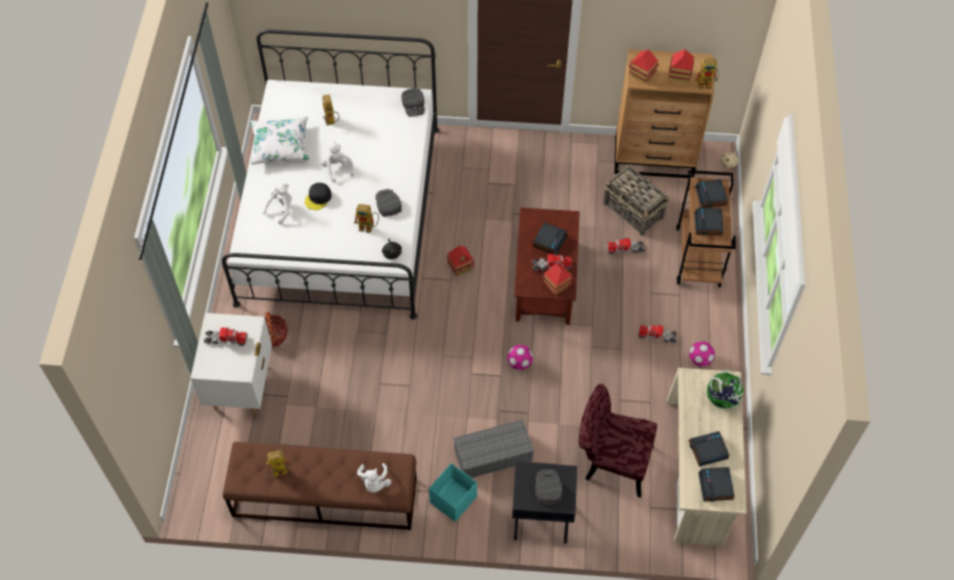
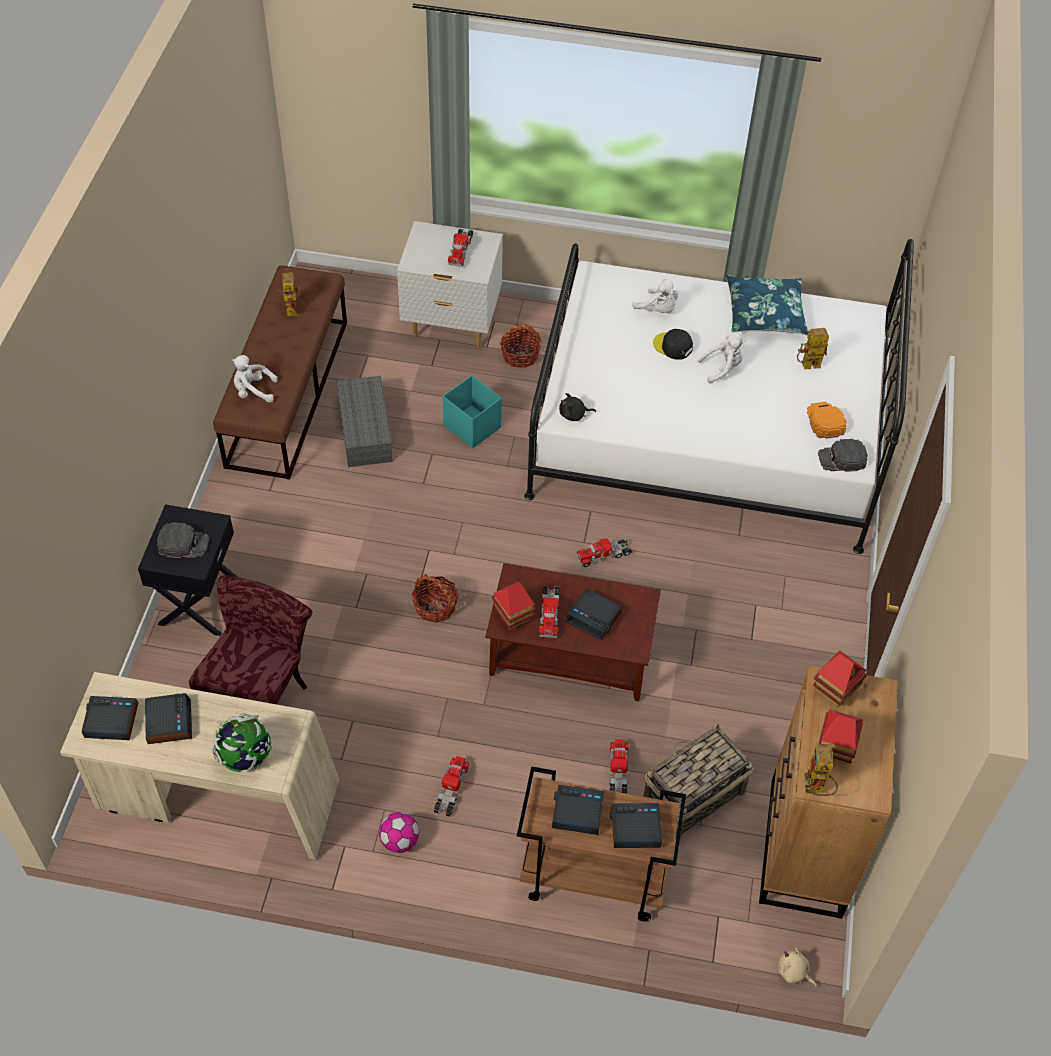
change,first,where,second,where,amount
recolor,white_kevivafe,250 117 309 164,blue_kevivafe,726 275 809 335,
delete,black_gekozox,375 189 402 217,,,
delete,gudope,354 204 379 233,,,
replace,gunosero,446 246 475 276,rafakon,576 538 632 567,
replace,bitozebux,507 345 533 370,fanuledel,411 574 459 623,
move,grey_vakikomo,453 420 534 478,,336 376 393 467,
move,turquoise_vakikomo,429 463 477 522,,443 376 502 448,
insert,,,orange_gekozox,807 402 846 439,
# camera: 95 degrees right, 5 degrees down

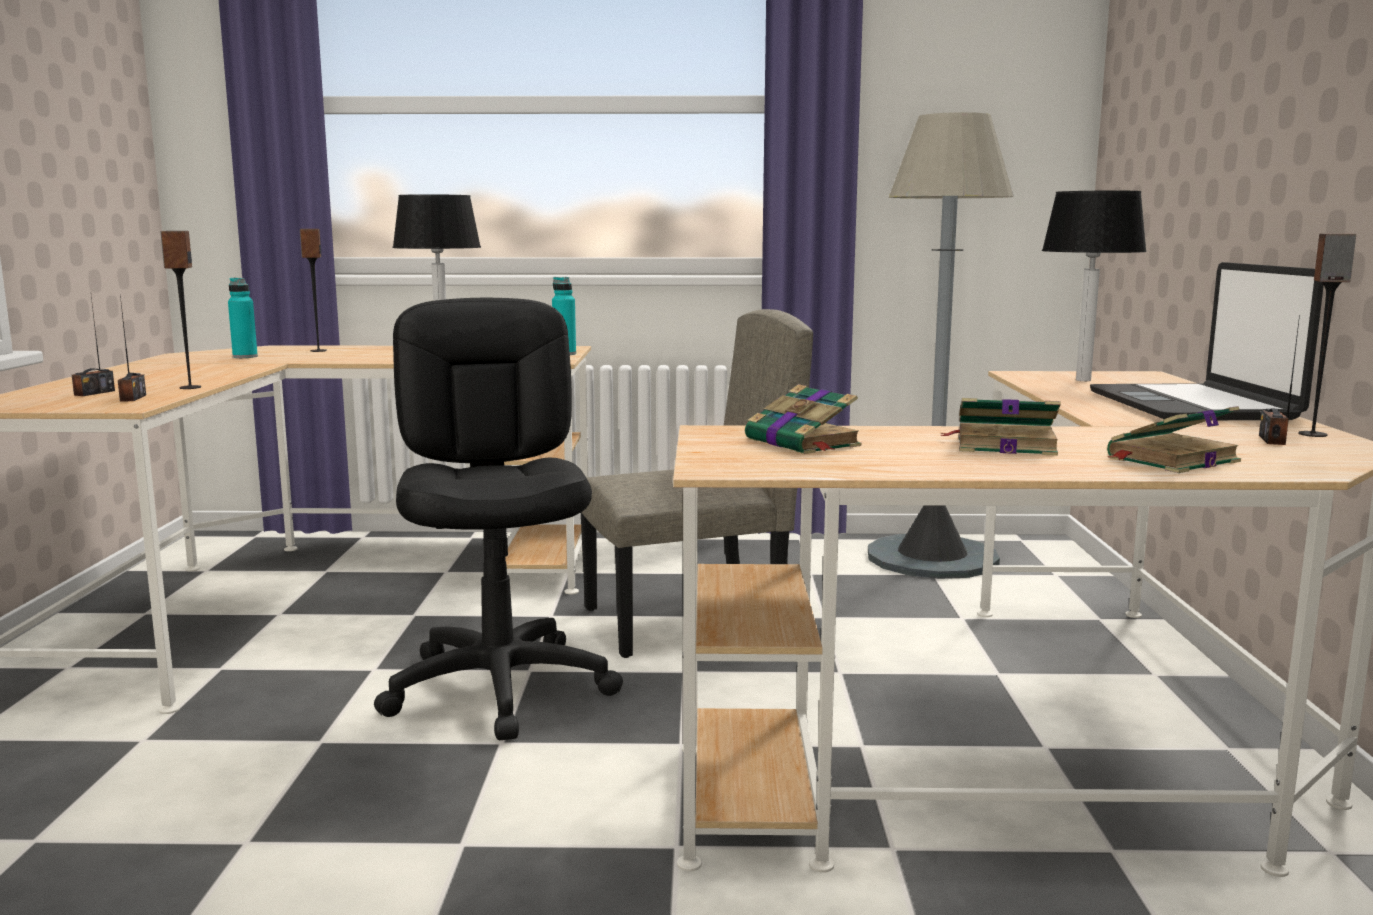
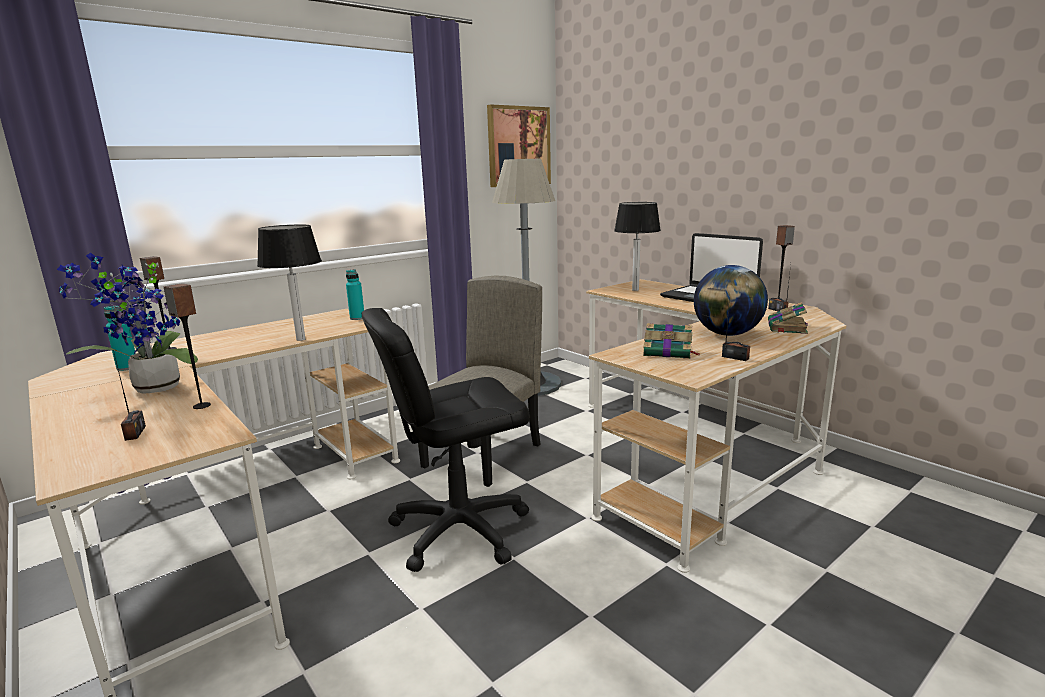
change,first,where,second,where,amount
move,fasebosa,118 295 146 402,,722 295 750 361,
rotate,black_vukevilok,374 298 623 740,,362 308 530 572,60 degrees counterclockwise
replace,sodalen,940 398 1061 456,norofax,694 265 768 336,
insert,,,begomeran,487 104 551 187,
insert,,,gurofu,57 253 198 394,
# camera: 40 degrees left, 5 degrees up

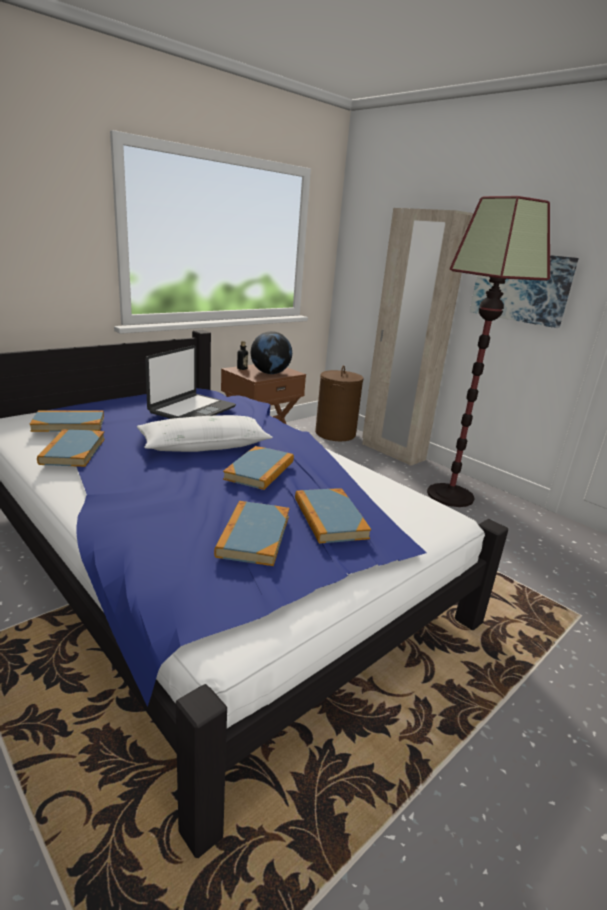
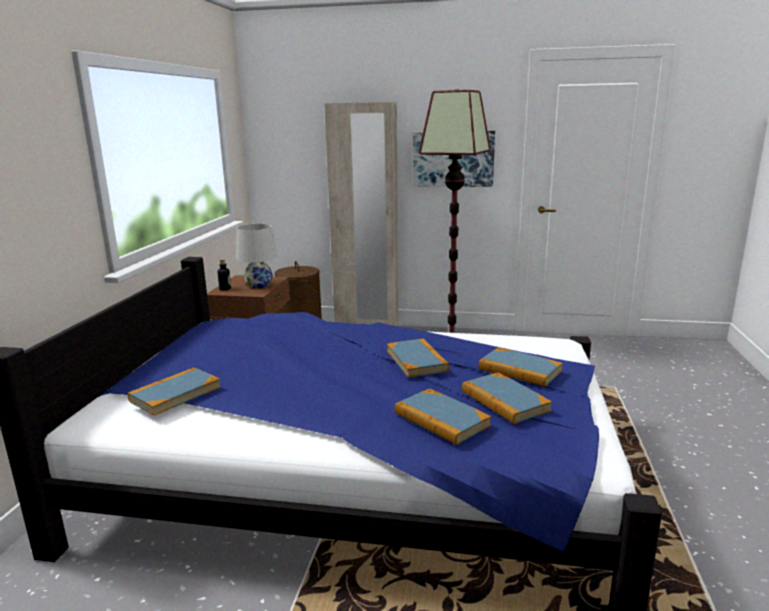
change,first,where,second,where,amount
replace,norofax,251 331 292 374,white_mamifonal,236 224 277 288,
delete,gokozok,145 345 236 419,,,
delete,white_kevivafe,137 415 273 452,,,
move,sodalen,37 429 105 467,,395 389 491 445,
# camera: 35 degrees left, 5 degrees down

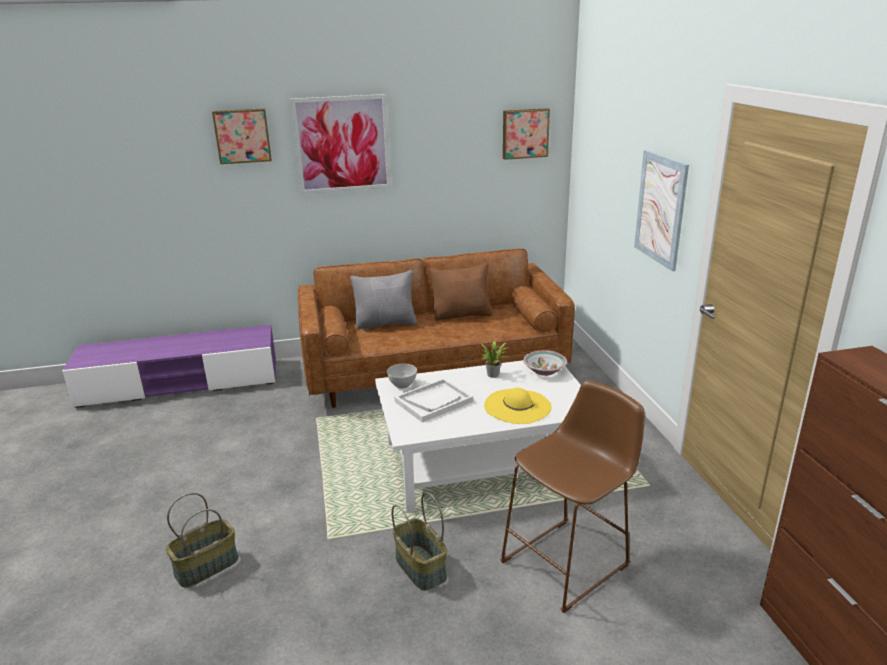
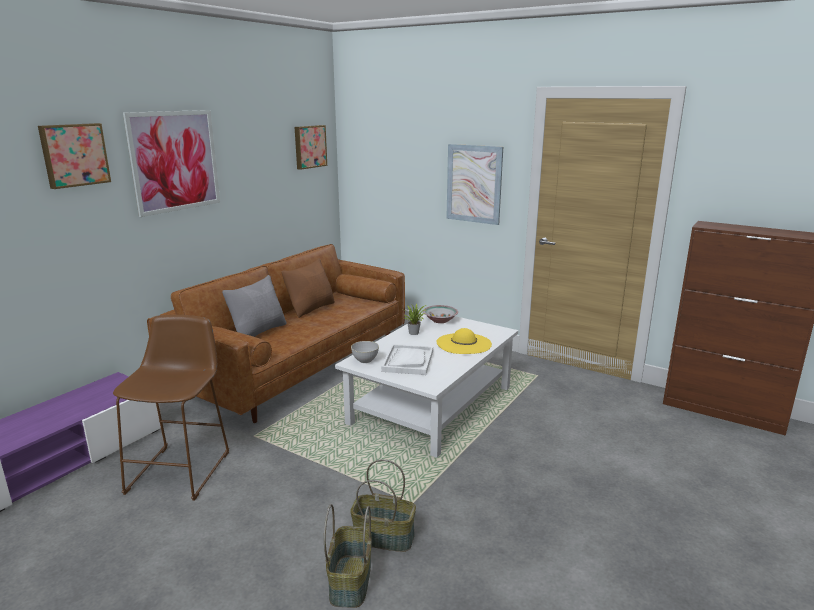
change,first,where,second,where,amount
move,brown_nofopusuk,500 380 645 613,,113 315 229 501,
move,fanuledel,392 492 447 591,,350 459 416 552,
# camera: 45 degrees left, 5 degrees down

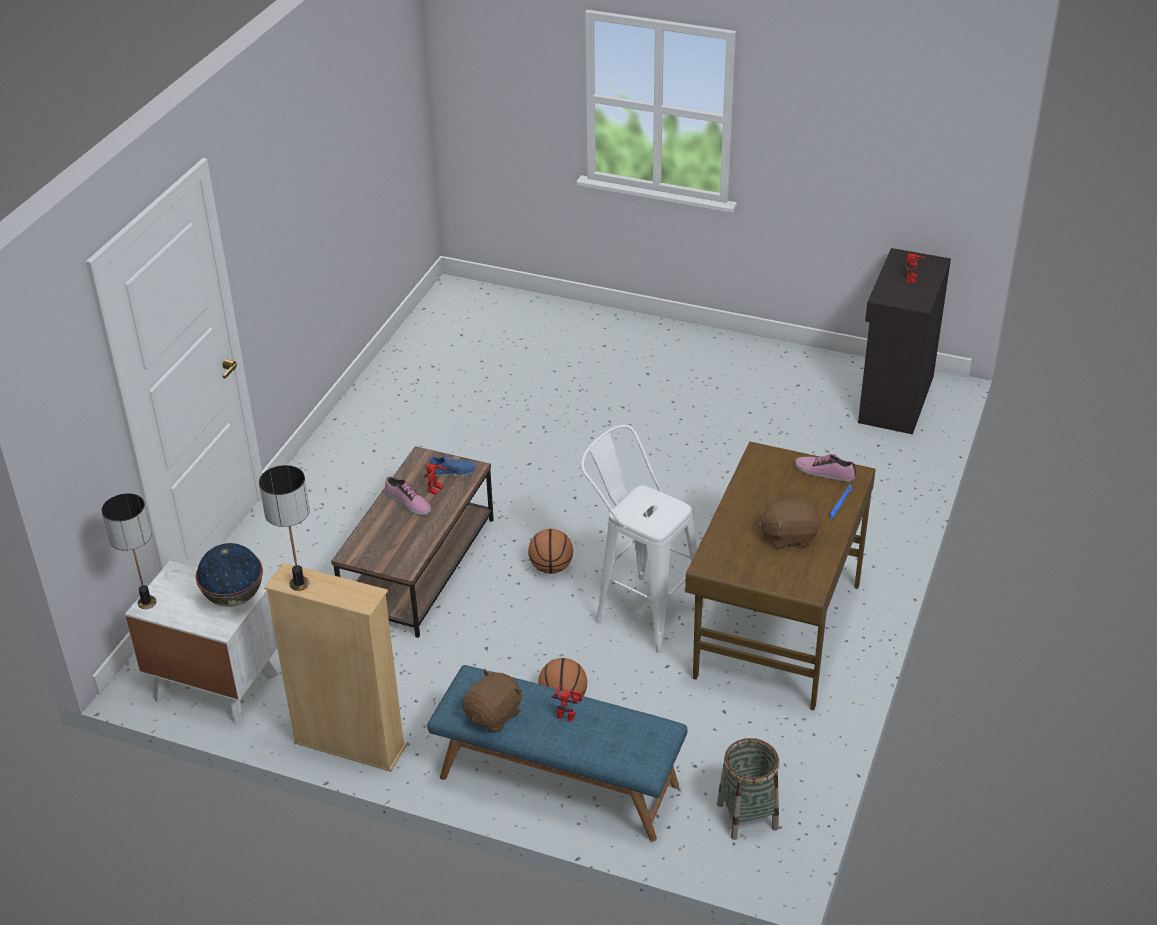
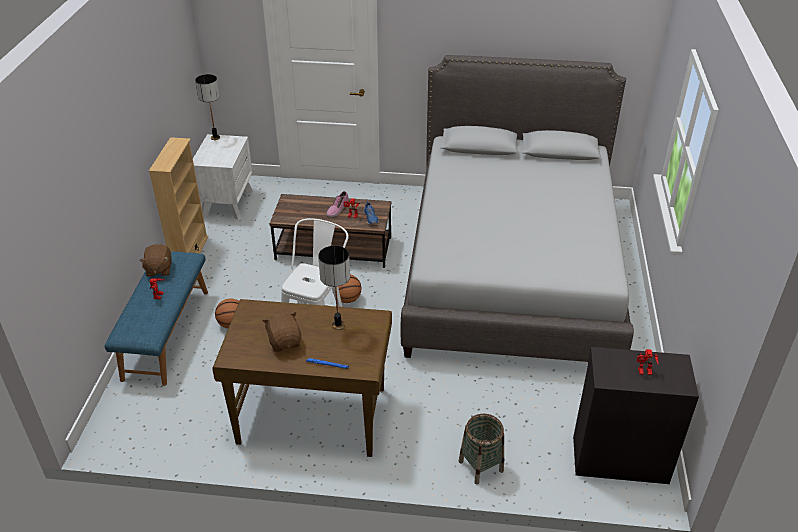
change,first,where,second,where,amount
delete,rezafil,795 454 856 482,,,
move,mamifonal,259 465 310 591,,318 246 350 330,
delete,norofax,195 543 263 607,,,
rotate,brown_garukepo,462 669 523 732,,139 244 172 277,60 degrees clockwise
move,fanuledel,717 738 779 840,,459 414 504 485,
insert,,,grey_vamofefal,401 55 634 362,
# camera: 75 degrees right, 0 degrees up

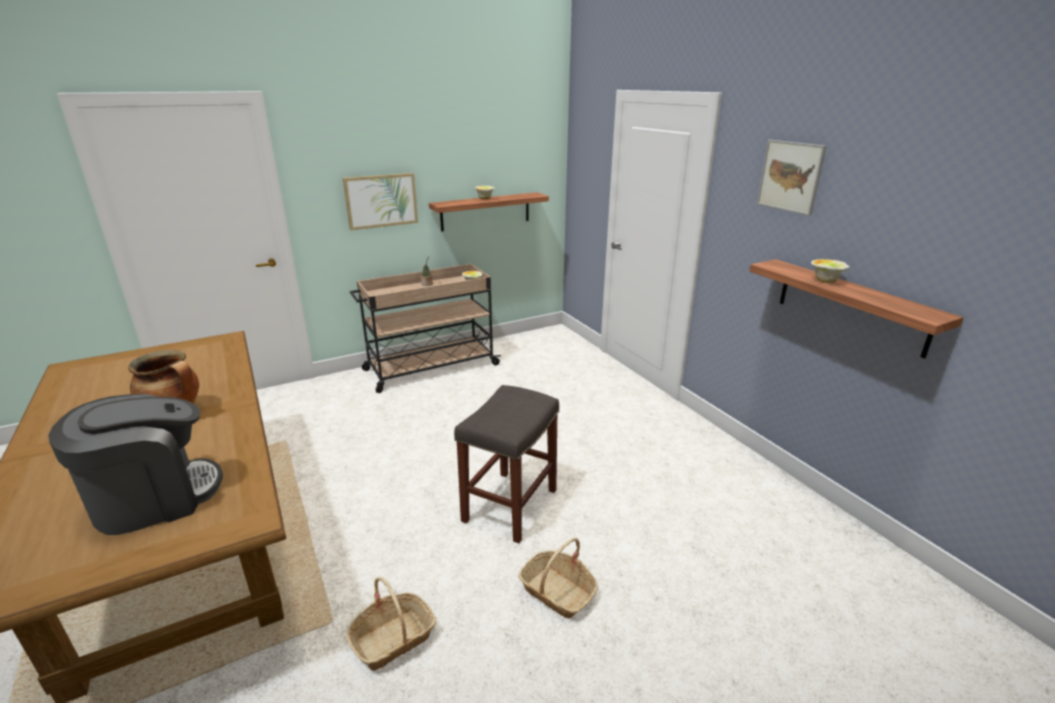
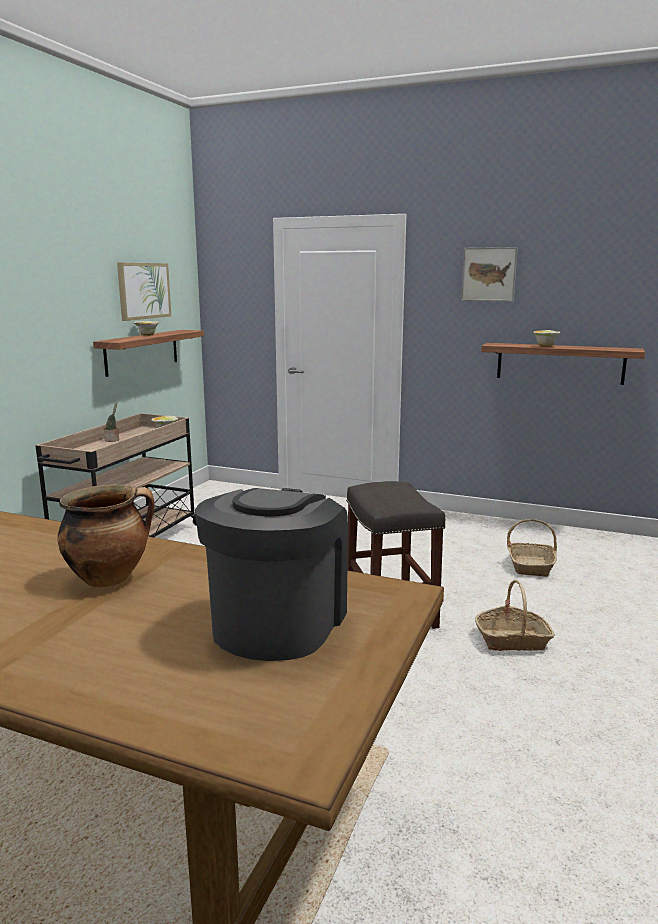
change,first,where,second,where,amount
move,begomeran,343 173 418 230,,117 262 171 321,
move,fanuledel,346 577 436 671,,507 519 557 577,
# camera: 40 degrees left, 10 degrees down

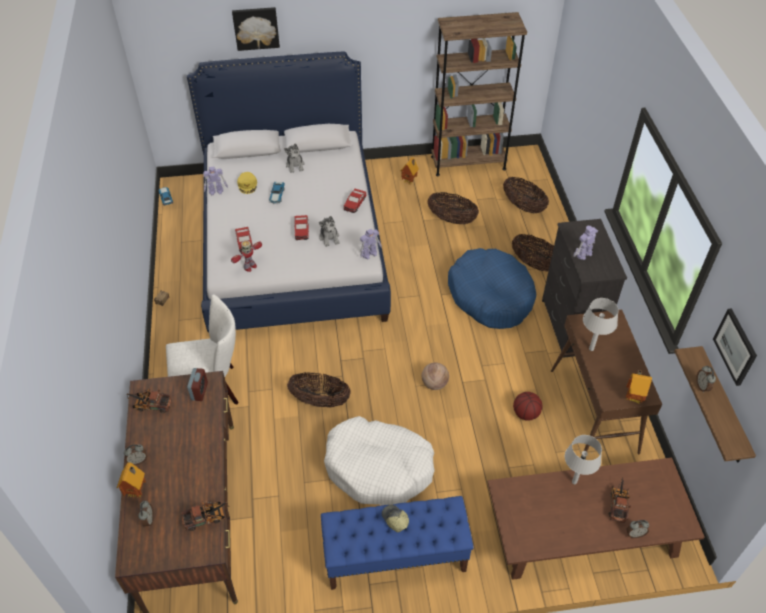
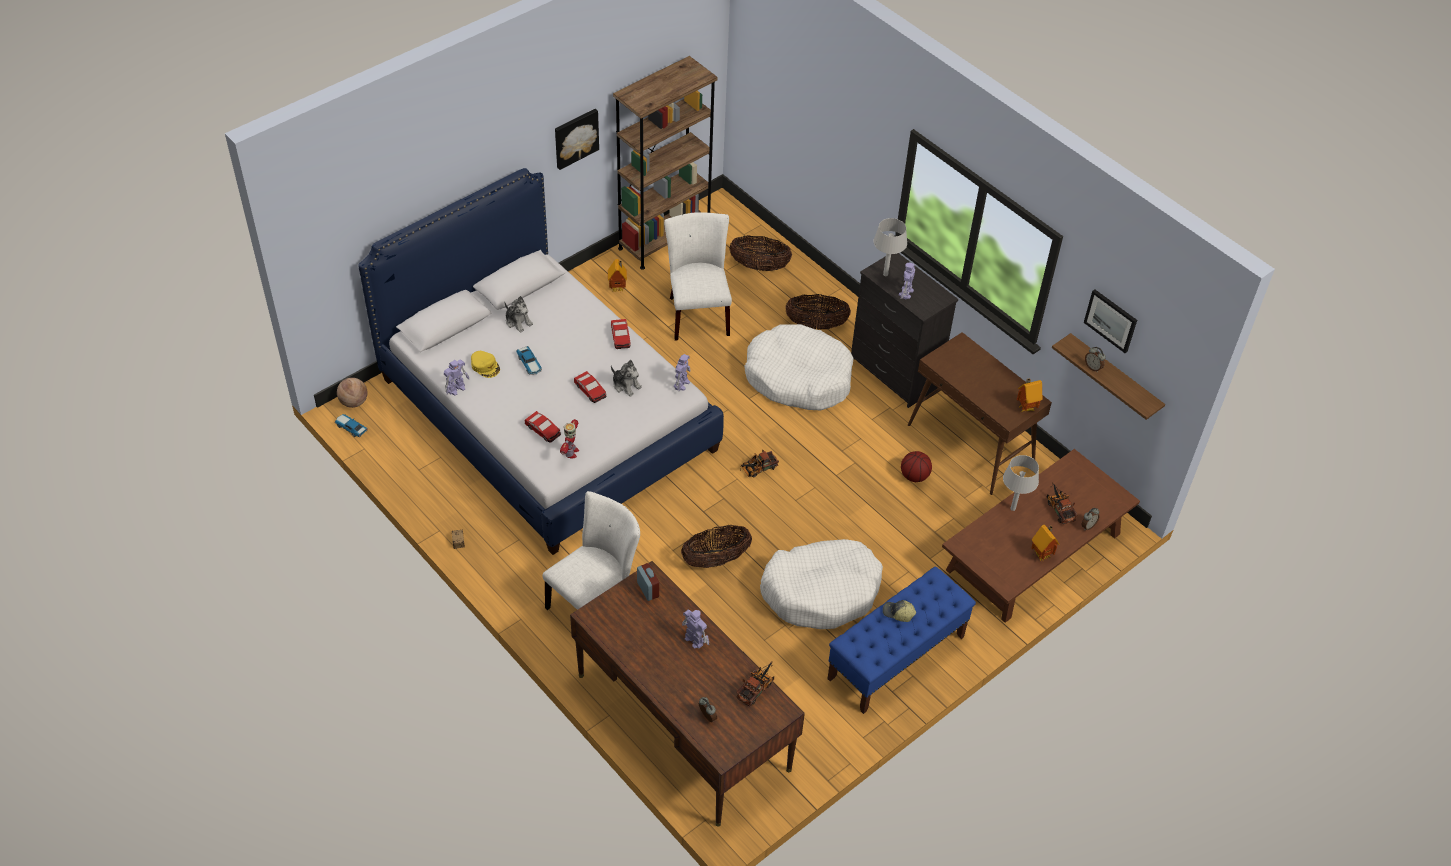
change,first,where,second,where,amount
move,begomeran,232 7 280 51,,555 109 599 170,
replace,fanuledel,427 192 479 224,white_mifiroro,664 212 732 341,
recolor,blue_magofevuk,448 248 536 329,white_magofevuk,744 324 854 410,
move,grey_mamifonal,583 298 619 351,,873 218 907 276,
move,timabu,422 362 449 390,,337 378 367 408,
move,rafakon,127 389 172 413,,740 449 779 477,
delete,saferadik,124 444 147 465,,,
move,gunosero,117 462 146 498,,1031 525 1060 561,
insert,,,gudope,682 610 709 649,
# camera: 35 degrees left, 0 degrees up

